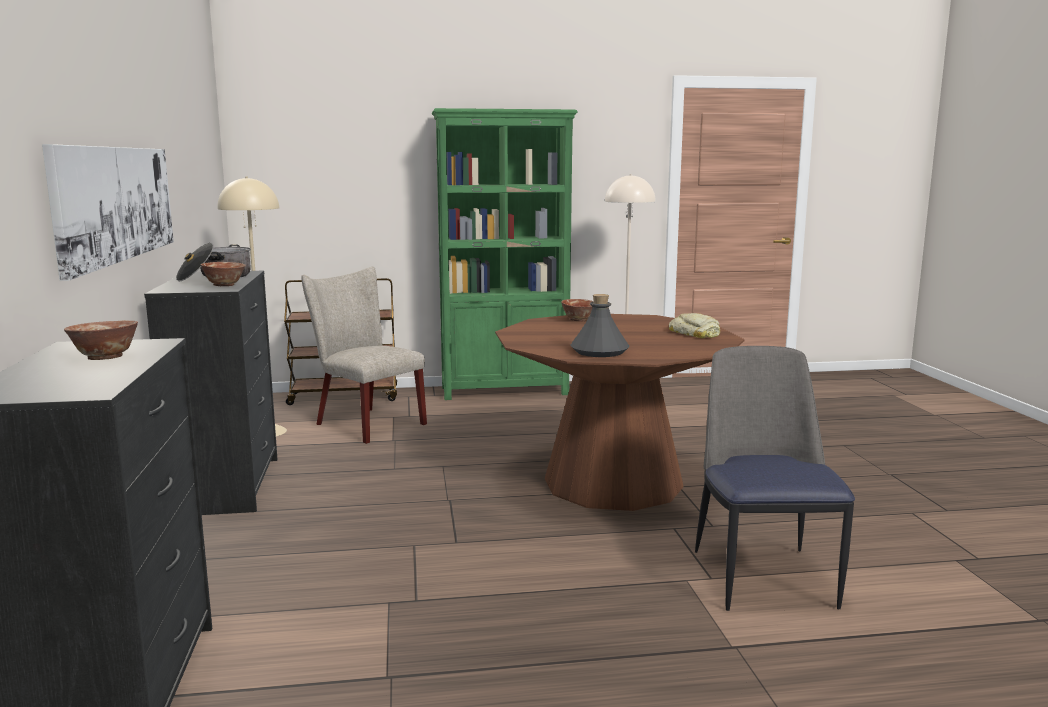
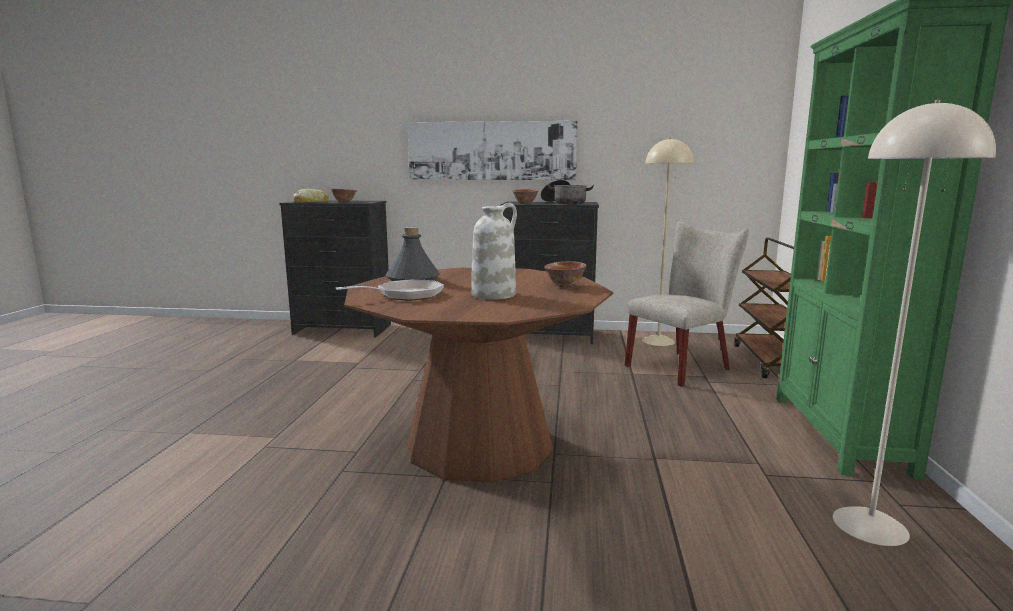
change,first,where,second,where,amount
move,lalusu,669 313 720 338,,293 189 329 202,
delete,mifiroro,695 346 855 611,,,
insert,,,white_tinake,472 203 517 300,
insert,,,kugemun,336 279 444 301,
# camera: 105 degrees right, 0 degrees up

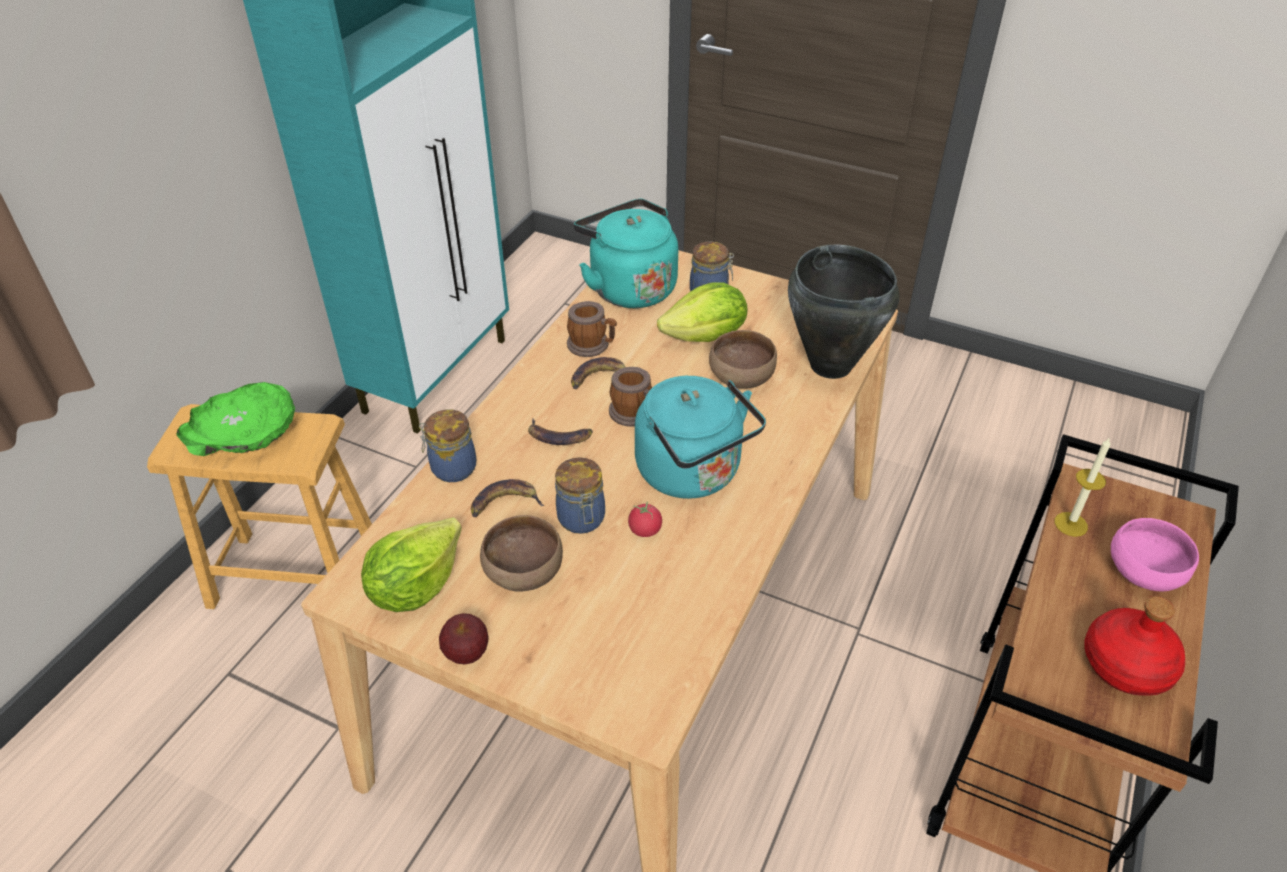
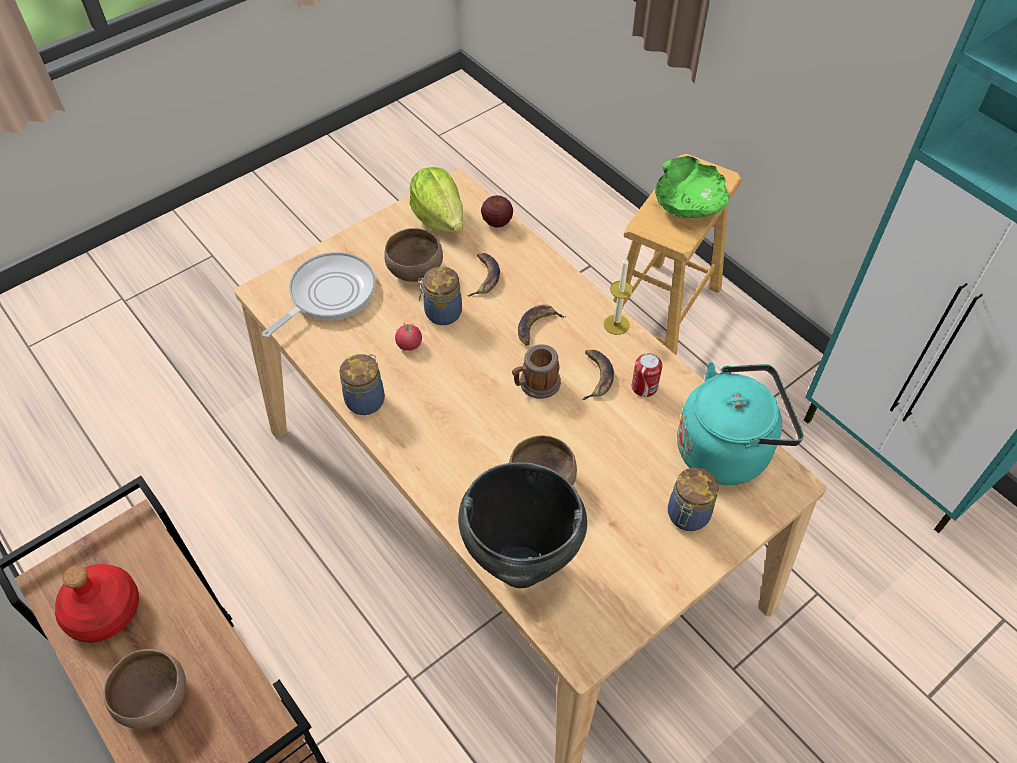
change,first,where,second,where,amount
delete,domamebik,657 282 747 342,,,
replace,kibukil,567 301 617 357,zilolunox,632 353 662 397,
delete,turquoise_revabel,635 376 766 499,,,
move,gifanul,419 409 476 482,,339 354 385 415,
move,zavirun,1055 437 1110 537,,604 258 633 335,
recolor,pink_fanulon,1111 518 1199 592,brown_fanulon,104 649 186 729,
move,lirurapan,439 613 489 664,,481 195 513 228,
insert,,,kugemun,262 252 376 337,
# camera: 115 degrees right, 10 degrees up

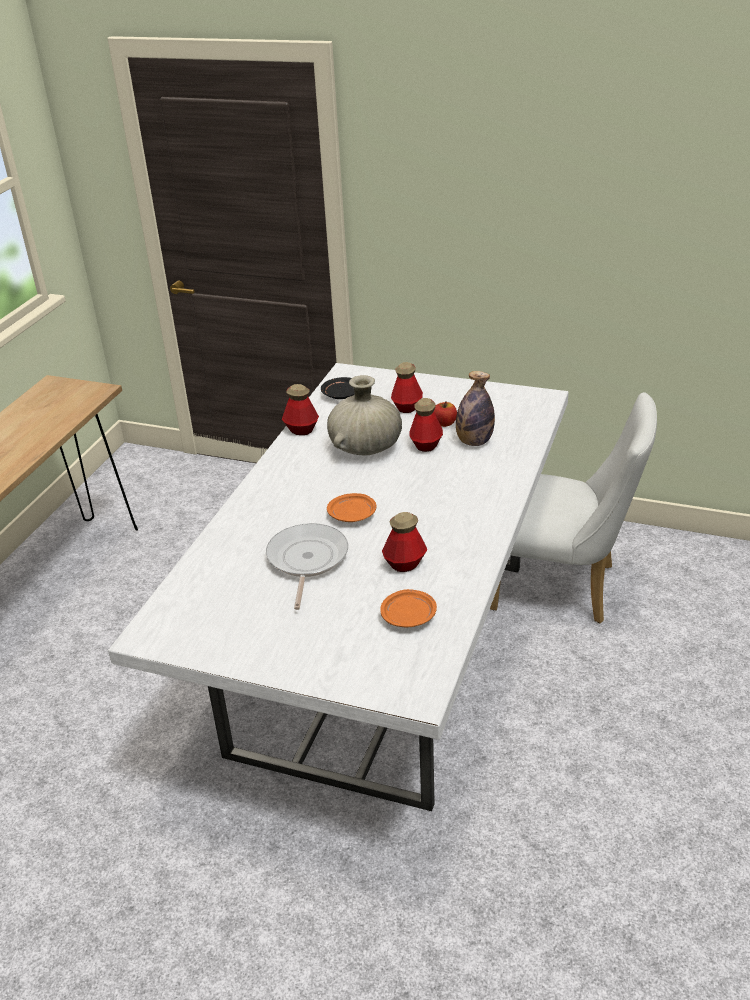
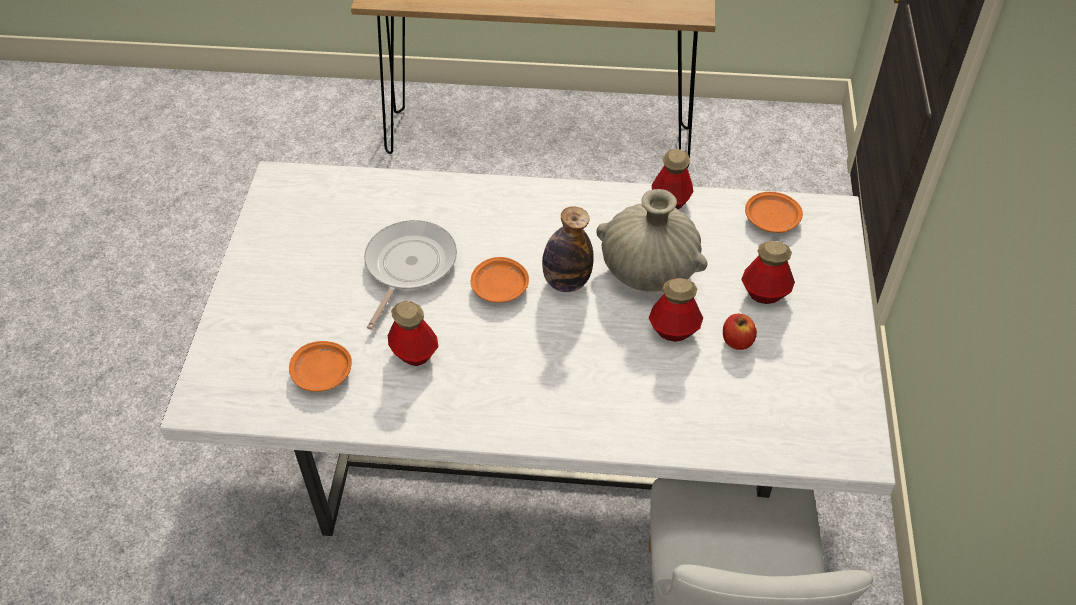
change,first,where,second,where,amount
move,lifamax,456 371 495 446,,542 206 593 292,
recolor,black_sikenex,321 377 355 399,orange_sikenex,745 192 803 233,
rotate,kugemun,266 523 348 610,,364 220 457 330,60 degrees counterclockwise
# camera: 75 degrees right, 15 degrees up

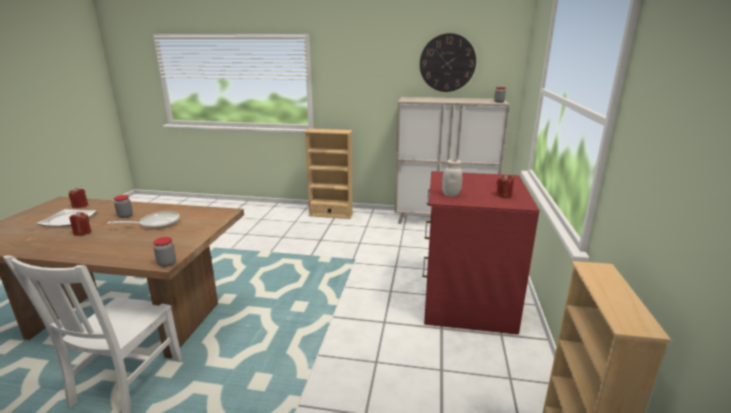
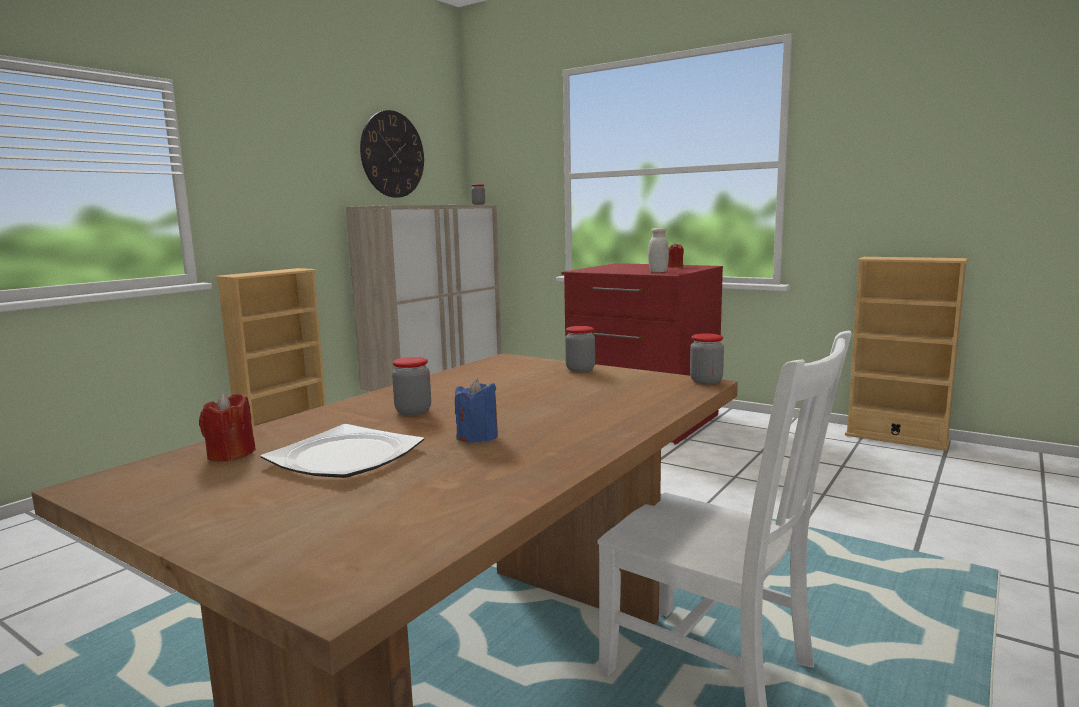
change,first,where,second,where,amount
delete,kugemun,107 211 180 229,,,
recolor,red_zavirun,69 212 91 236,blue_zavirun,455 378 498 443,
insert,,,gifanul,565 326 595 372,
# camera: 65 degrees left, 10 degrees down

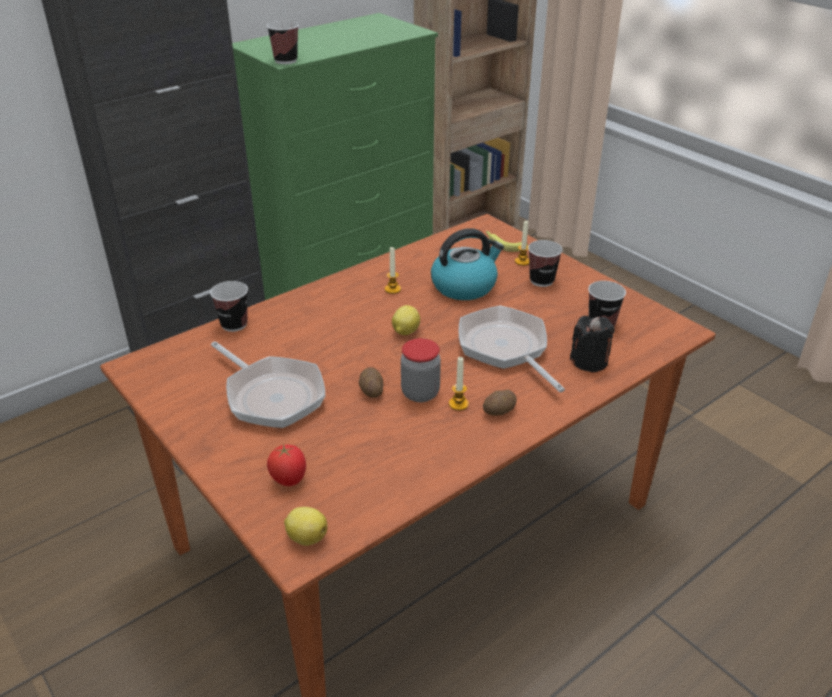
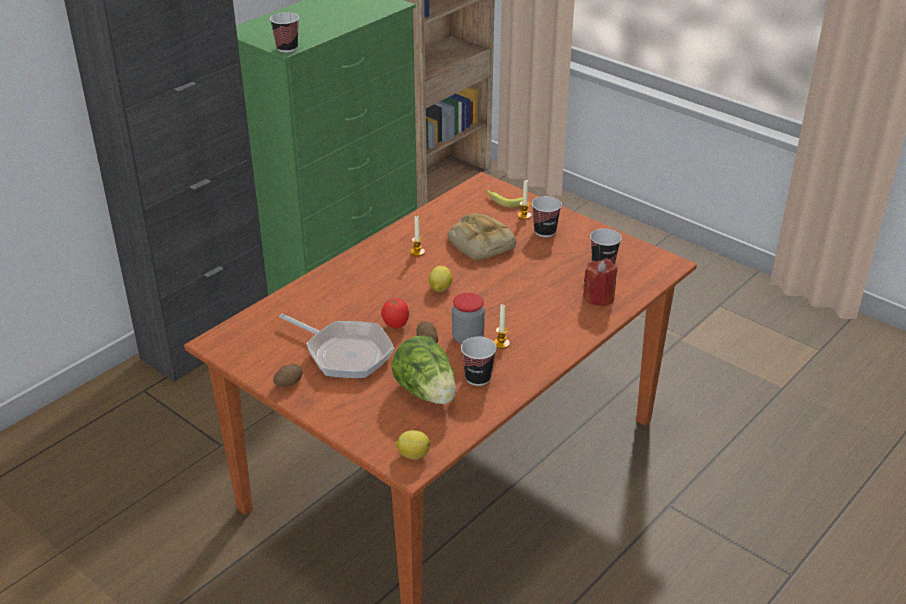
change,first,where,second,where,amount
replace,revabel,431 228 504 300,lalusu,447 213 516 260,
move,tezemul,210 281 248 332,,461 336 497 386,
delete,kugemun,459 305 565 392,,,
recolor,black_zavirun,570 316 615 373,red_zavirun,583 260 618 307,
move,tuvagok,483 389 517 416,,273 364 302 387,
move,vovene,267 444 306 486,,381 298 409 328,
insert,,,domamebik,391 335 456 404,
# camera: 10 degrees left, 0 degrees up

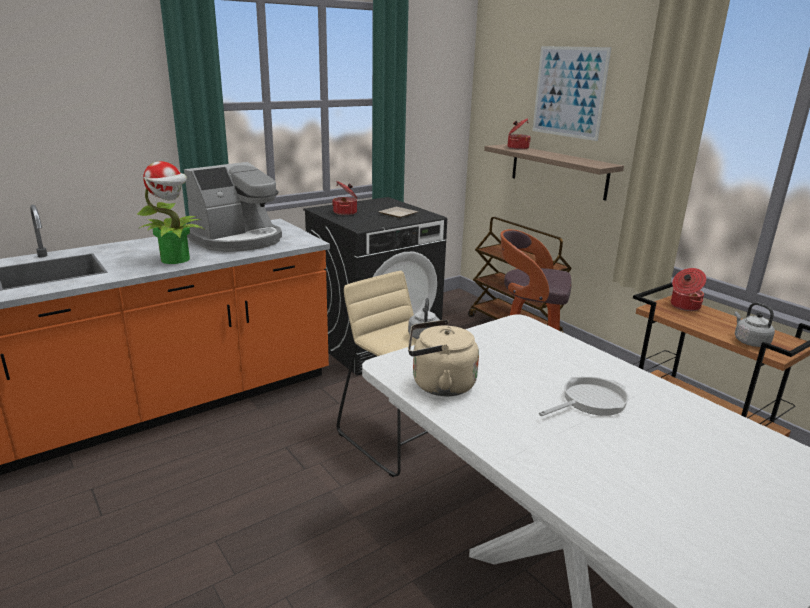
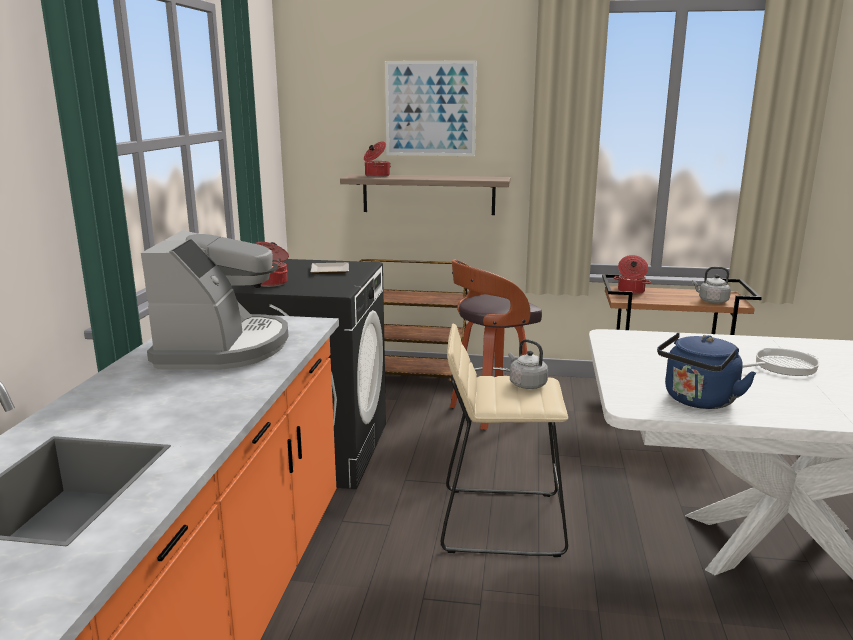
change,first,where,second,where,amount
delete,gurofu,137 161 204 264,,,
recolor,beige_revabel,408 320 479 396,blue_revabel,657 332 756 409,
rotate,kugemun,539 376 628 416,,743 348 820 376,60 degrees clockwise
# camera: 45 degrees left, 5 degrees down

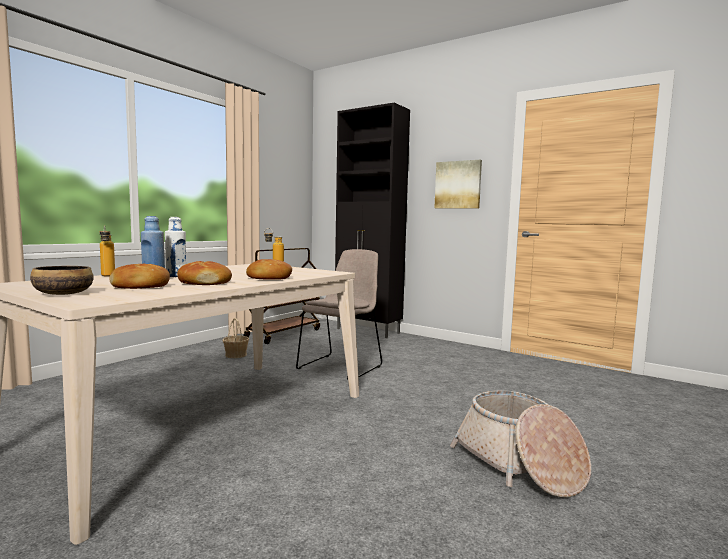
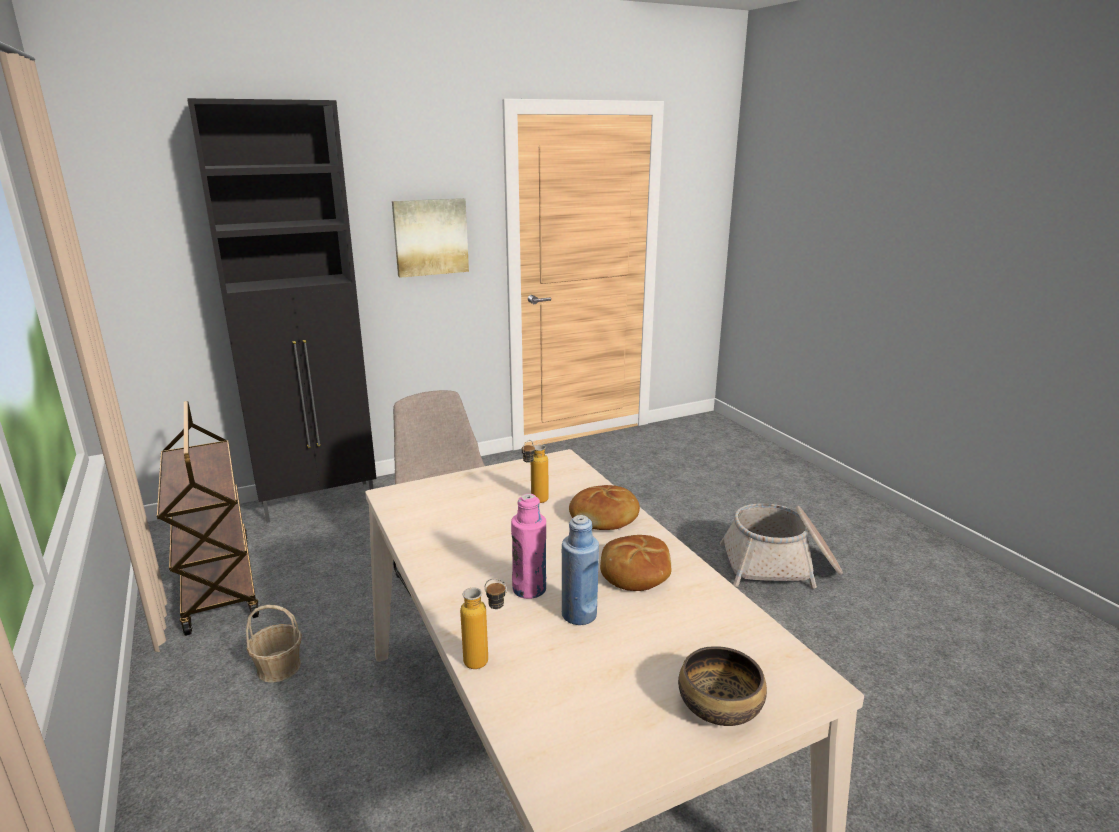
change,first,where,second,where,amount
recolor,white_lifamax,165 217 186 277,pink_lifamax,511 494 546 599,
delete,lalusu,109 264 170 289,,,
# camera: 60 degrees left, 15 degrees up

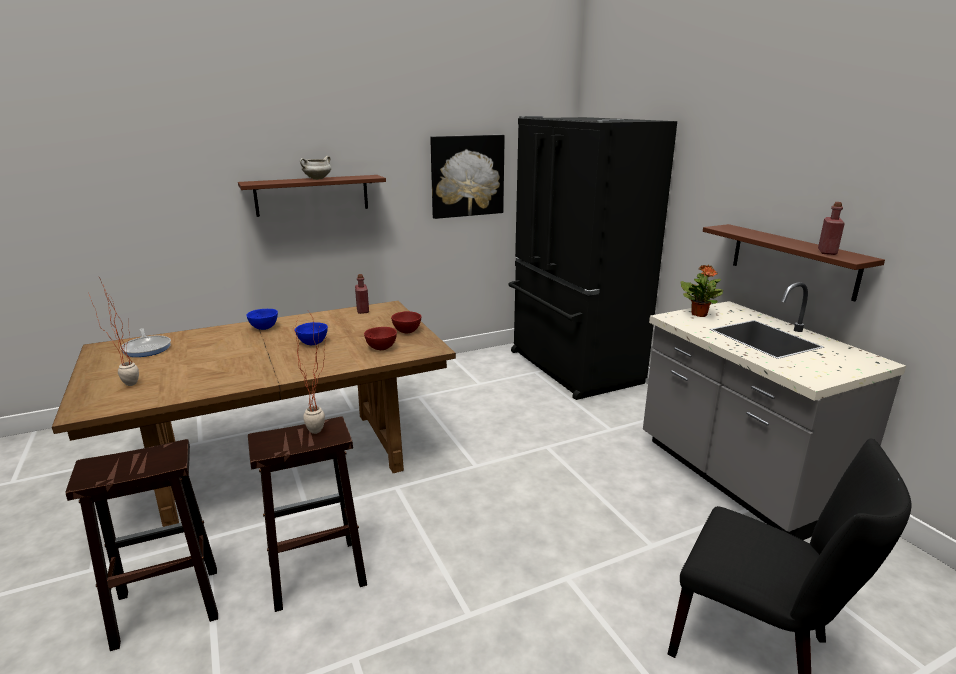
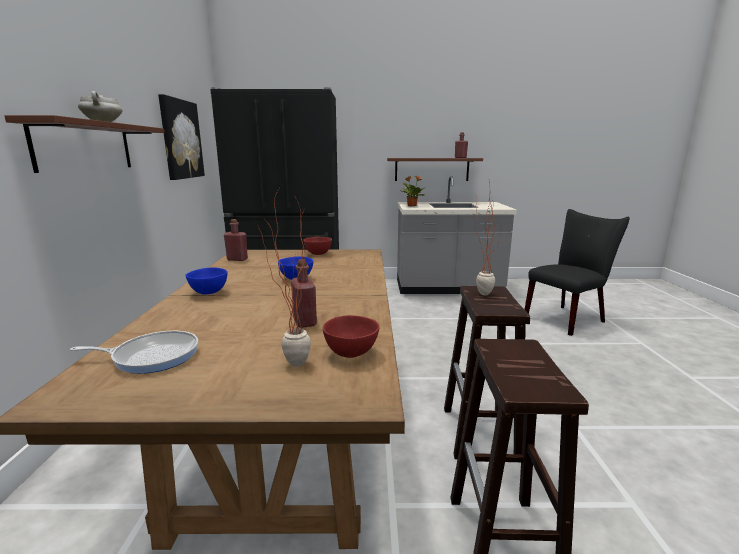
change,first,where,second,where,amount
move,red_fanulon,364 327 397 350,,323 315 380 358,
insert,,,red_lifamax,291 259 317 328,
# camera: 65 degrees left, 5 degrees down

